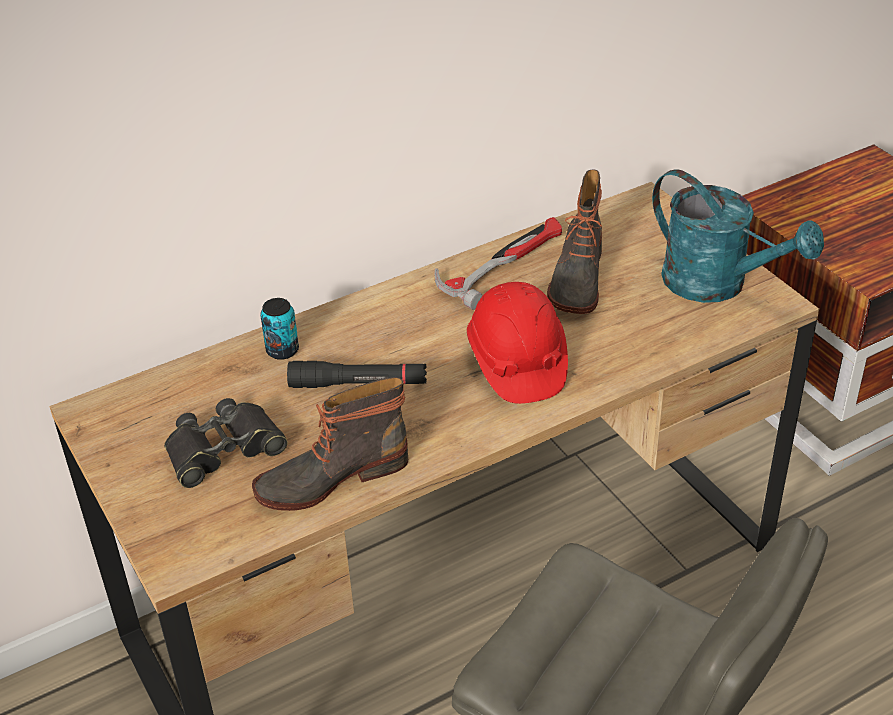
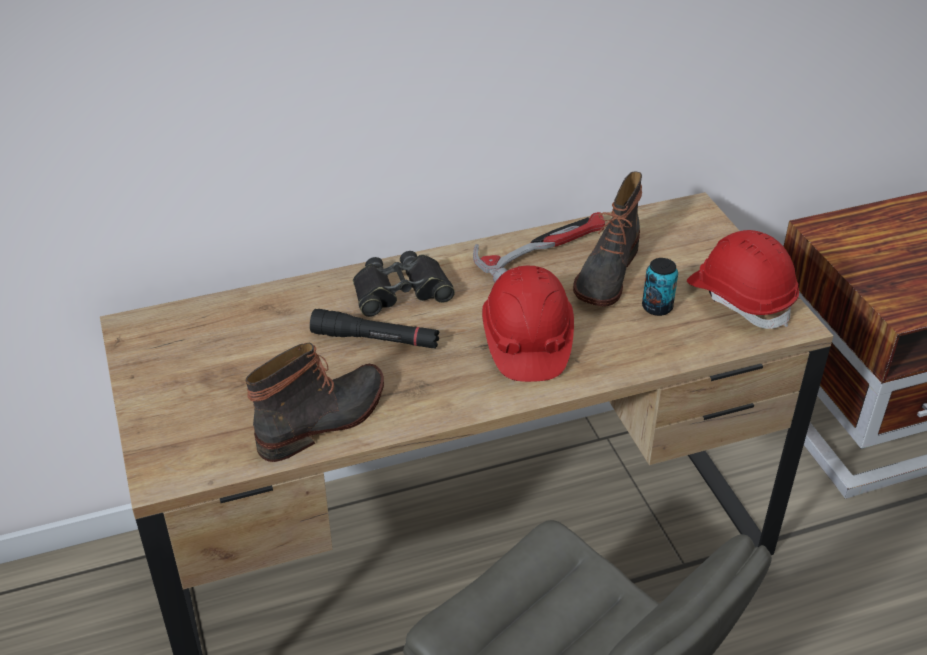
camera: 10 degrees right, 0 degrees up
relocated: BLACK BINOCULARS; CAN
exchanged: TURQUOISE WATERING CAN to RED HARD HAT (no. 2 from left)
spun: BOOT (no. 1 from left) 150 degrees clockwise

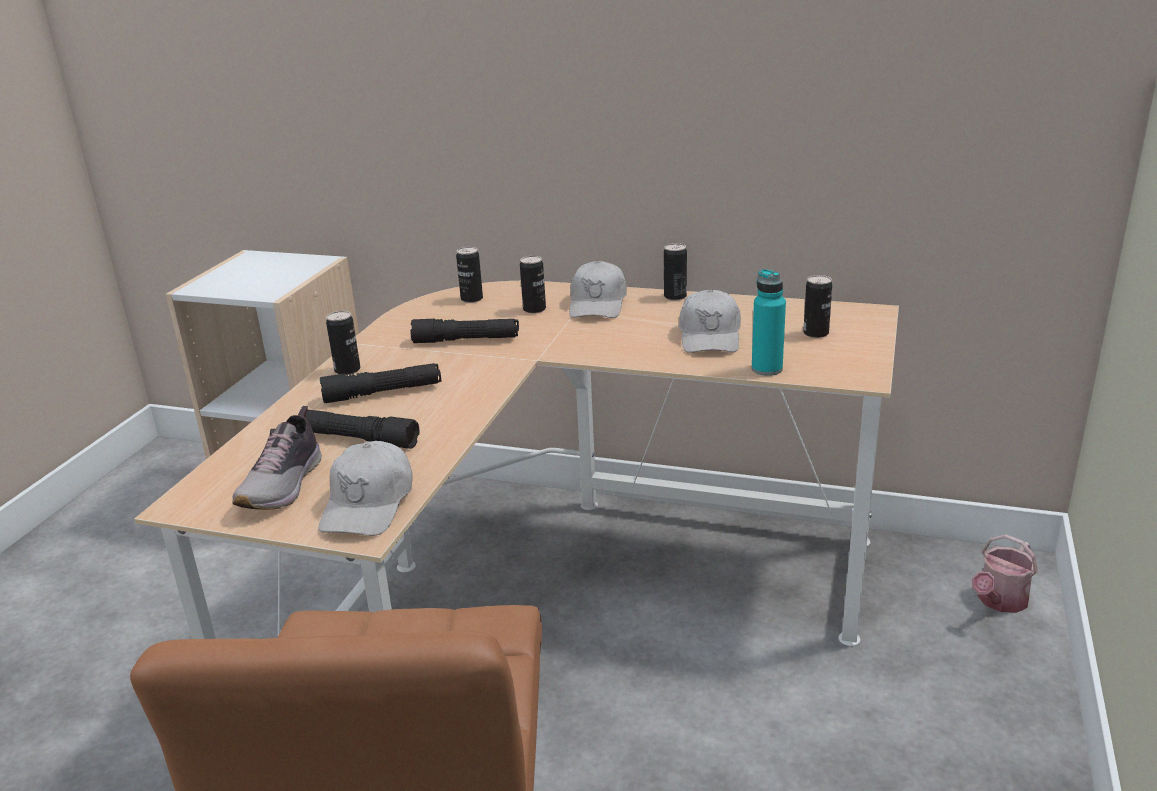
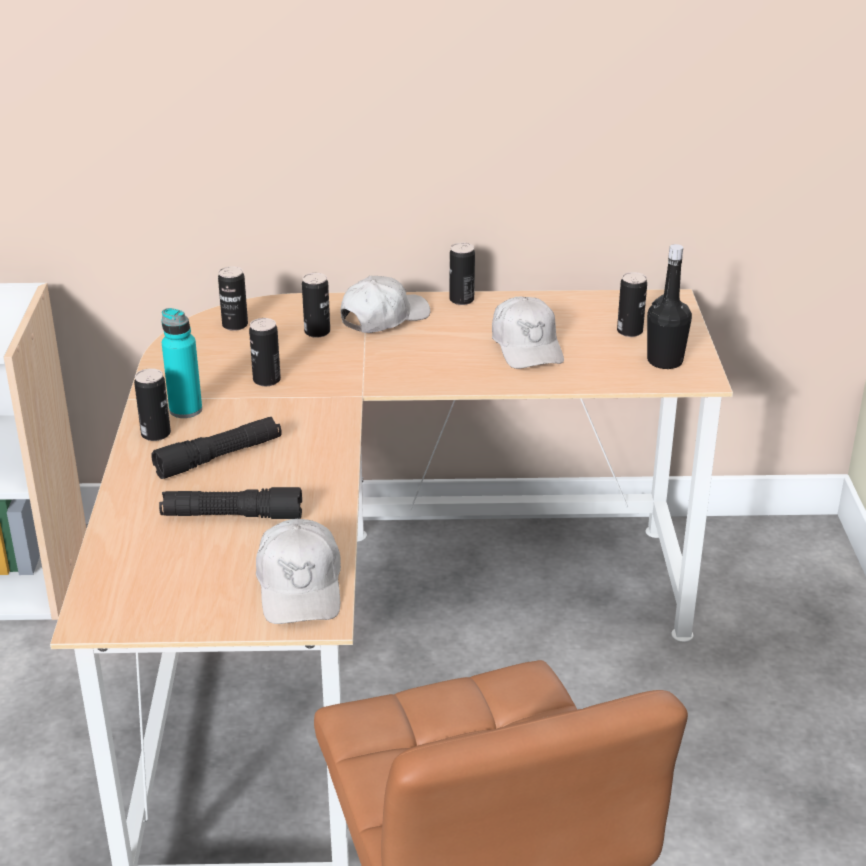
camera: 20 degrees left, 5 degrees up
missing: SHOE; WATERING CAN
appeared: BLACK BOTTLE
relocated: TURQUOISE BOTTLE
exchanged: BLACK FLASHLIGHT (no. 3 from left) to CAN (no. 3 from left)
spun: WHITE CAP (no. 2 from left) 120 degrees counterclockwise

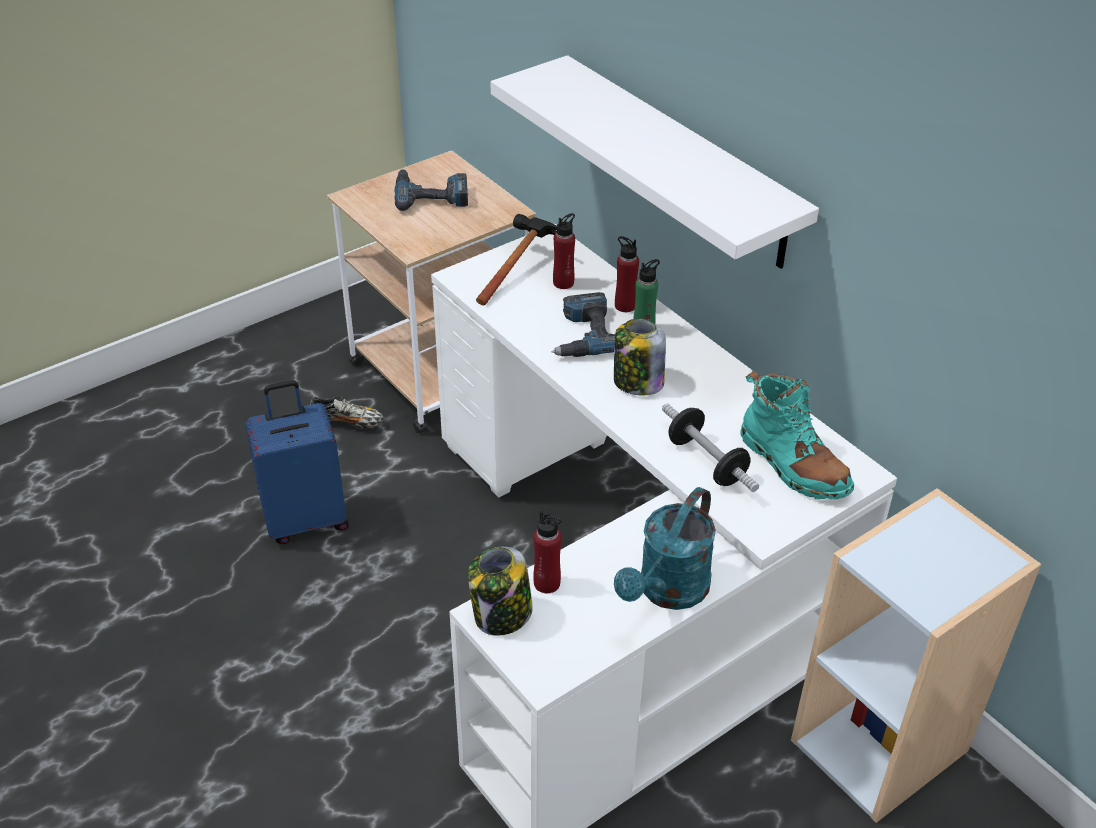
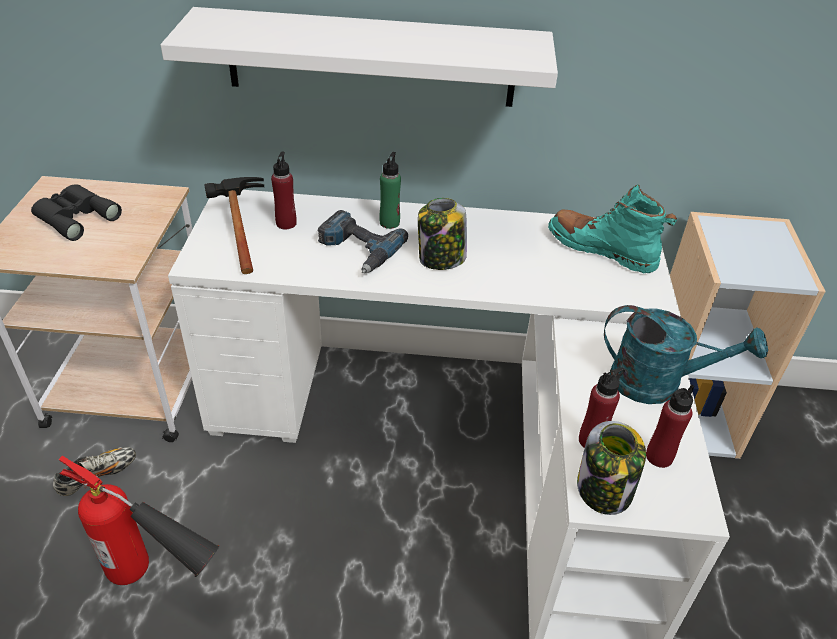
camera: 50 degrees left, 0 degrees up
missing: DUMBBELL
relocated: RED BOTTLE (no. 3 from left)
exchanged: BLUE SUITCASE to FIRE EXTINGUISHER; POWER DRILL (no. 1 from left) to BLACK BINOCULARS
spun: TURQUOISE WATERING CAN 60 degrees counterclockwise; TURQUOISE BOOT 150 degrees counterclockwise

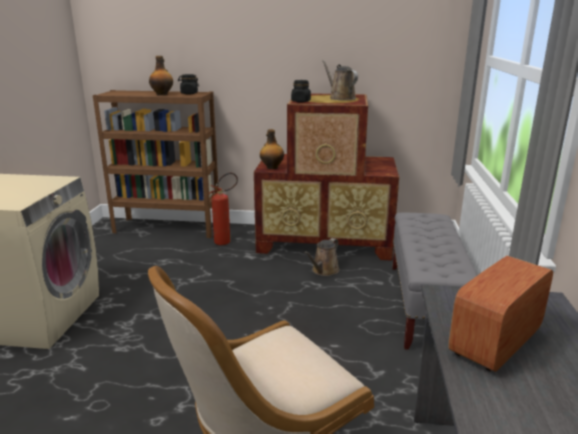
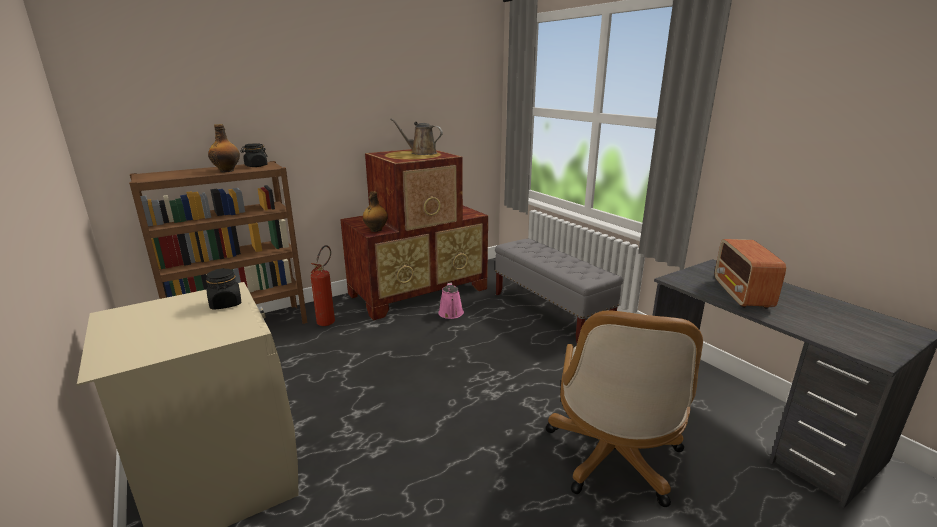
camera: 40 degrees left, 0 degrees up
relocated: BLACK JAR (no. 2 from left in the first image) to BLACK JAR (no. 1 from left)
colour: BROWN WATERING CAN (no. 1 from left) to PINK WATERING CAN

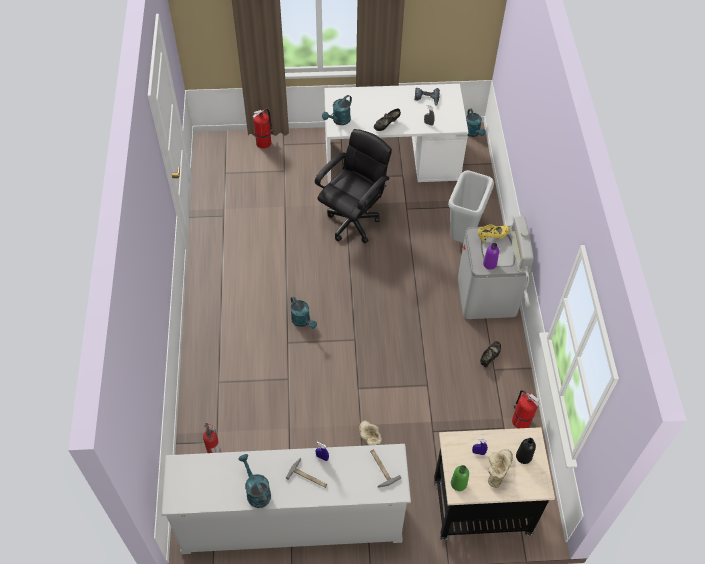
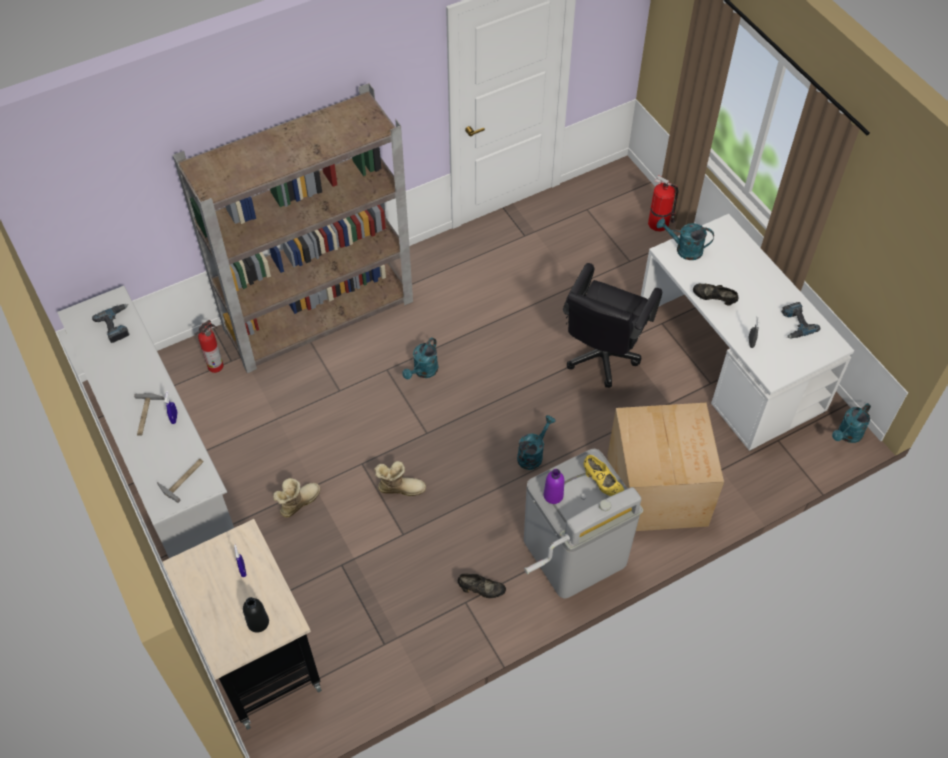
camera: 65 degrees right, 0 degrees up
missing: GREEN BOTTLE; FIRE EXTINGUISHER (no. 3 from left)
appeared: POWER DRILL (no. 1 from left); BROWN BOOKCASE
relocated: TURQUOISE WATERING CAN (no. 1 from left in the first image) to TURQUOISE WATERING CAN (no. 2 from left); BOOT (no. 2 from left)
exchanged: GREY TRASH CAN to CARDBOARD BOX
spun: BLACK OFFICE CHAIR 105 degrees clockwise

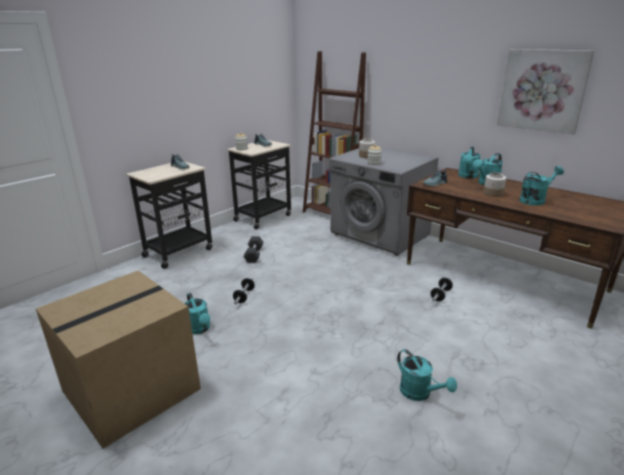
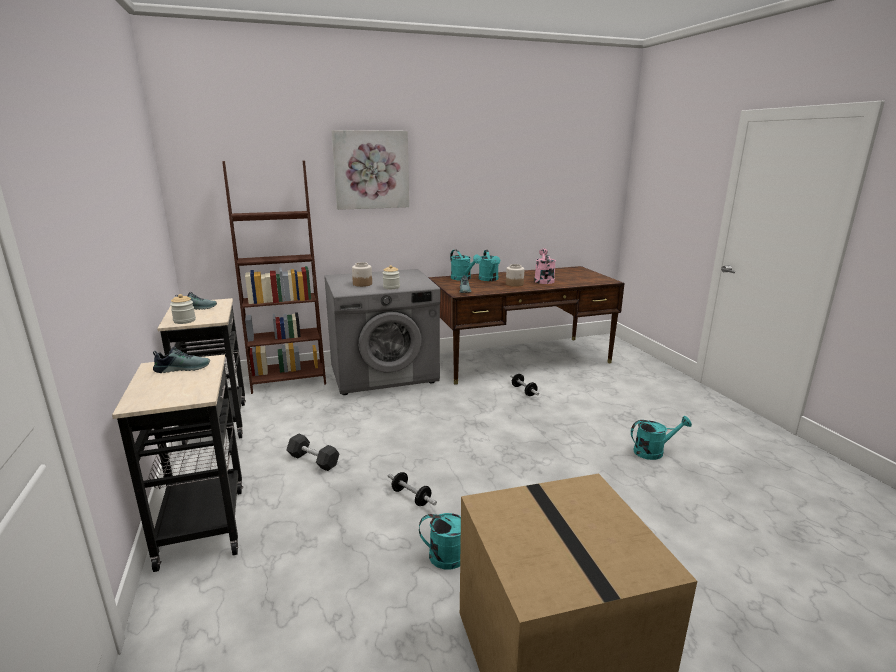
camera: 60 degrees left, 5 degrees down
relocated: PICTURE
colour: TURQUOISE WATERING CAN (no. 5 from left) to PINK WATERING CAN

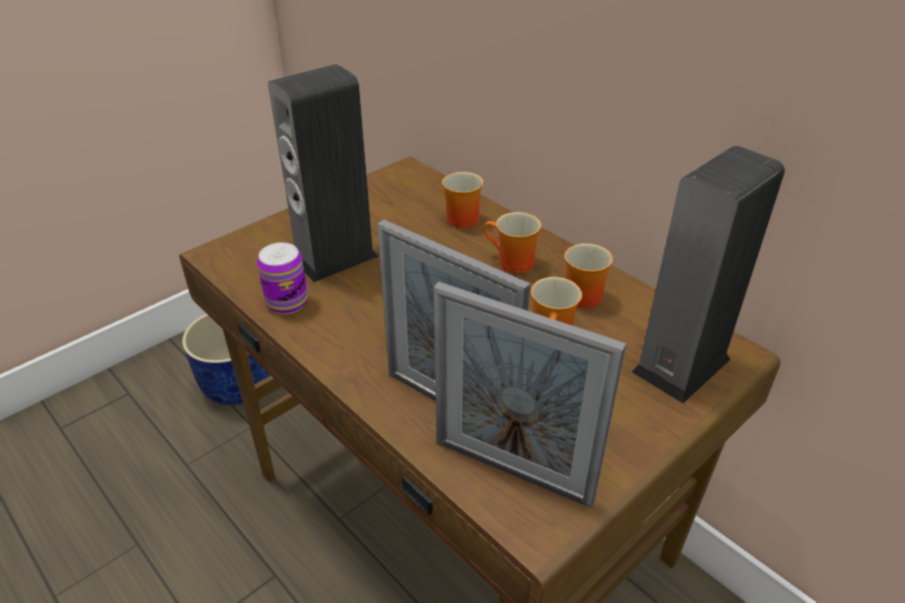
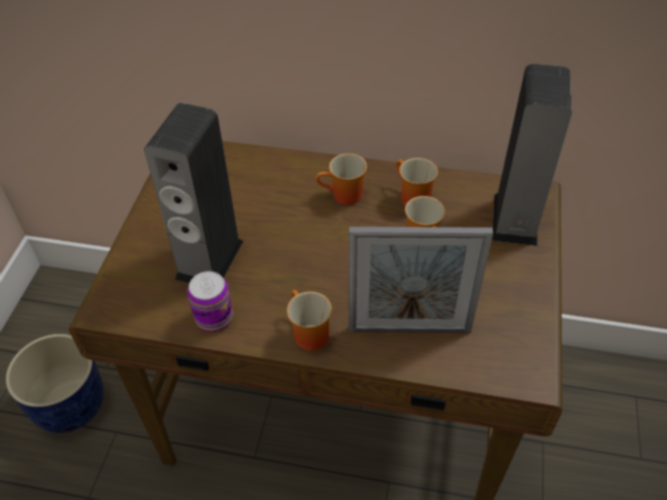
camera: 35 degrees left, 10 degrees up
missing: PICTURE FRAME (no. 2 from left)
relocated: MUG (no. 1 from left)

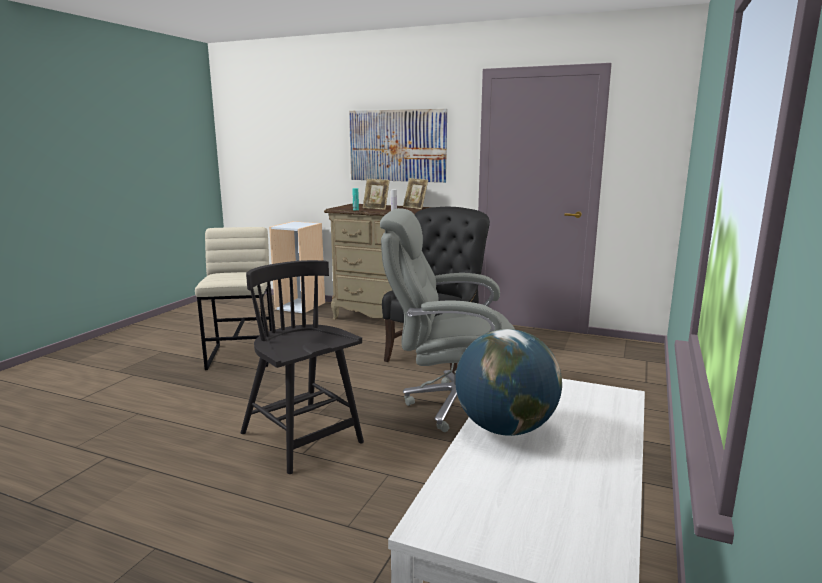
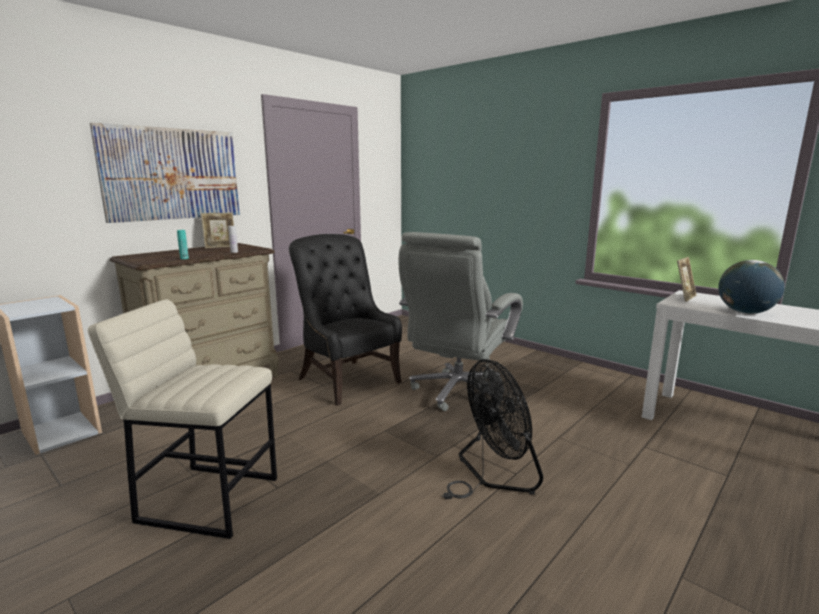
camera: 70 degrees left, 0 degrees up
relocated: PICTURE FRAME (no. 1 from left in the first image) to PICTURE FRAME (no. 2 from left)
exchanged: BLACK CHAIR (no. 1 from left) to BLACK FAN

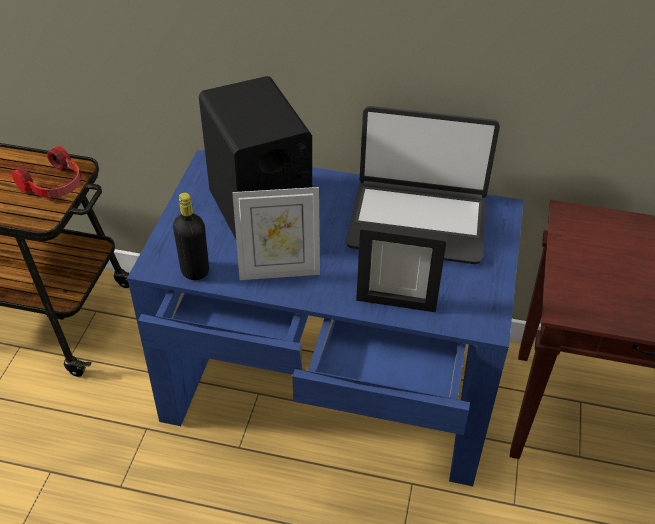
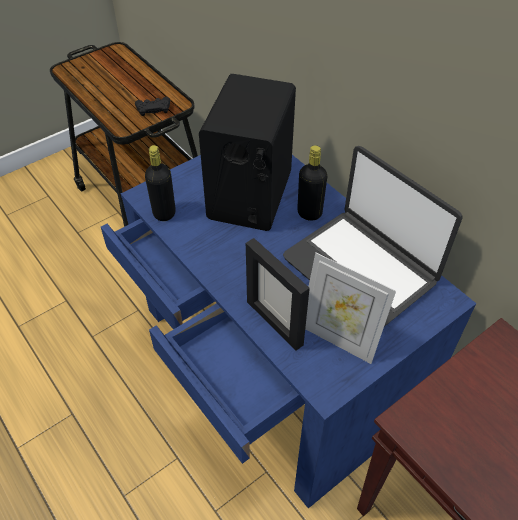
camera: 40 degrees right, 5 degrees up
appeared: BLACK BOTTLE (no. 2 from left)
relocated: PICTURE FRAME (no. 1 from left in the first image) to PICTURE FRAME (no. 2 from left)
exchanged: HEADPHONES to BLACK GAME CONTROLLER

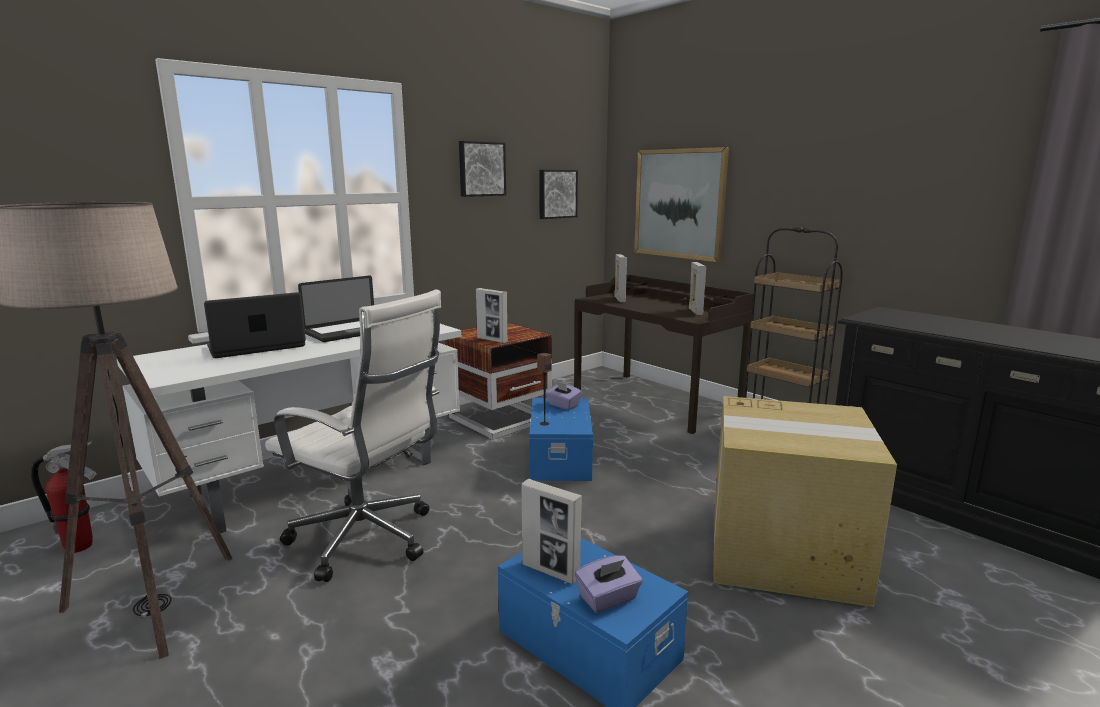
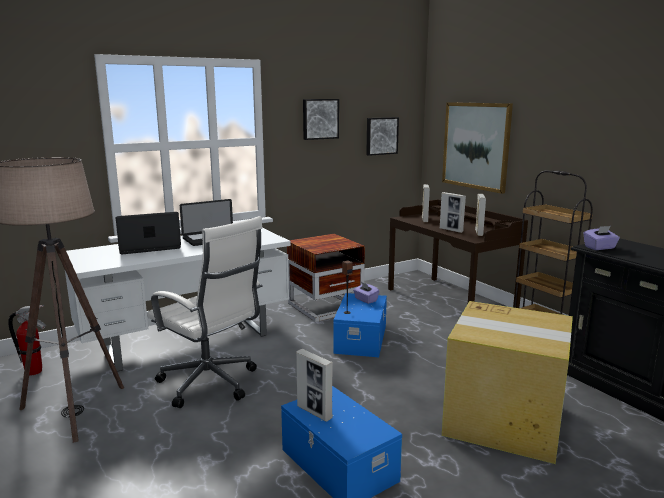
camera: 10 degrees right, 0 degrees up
relocated: PICTURE FRAME (no. 1 from left in the first image) to PICTURE FRAME (no. 3 from left); PURPLE TISSUE BOX (no. 2 from left)

